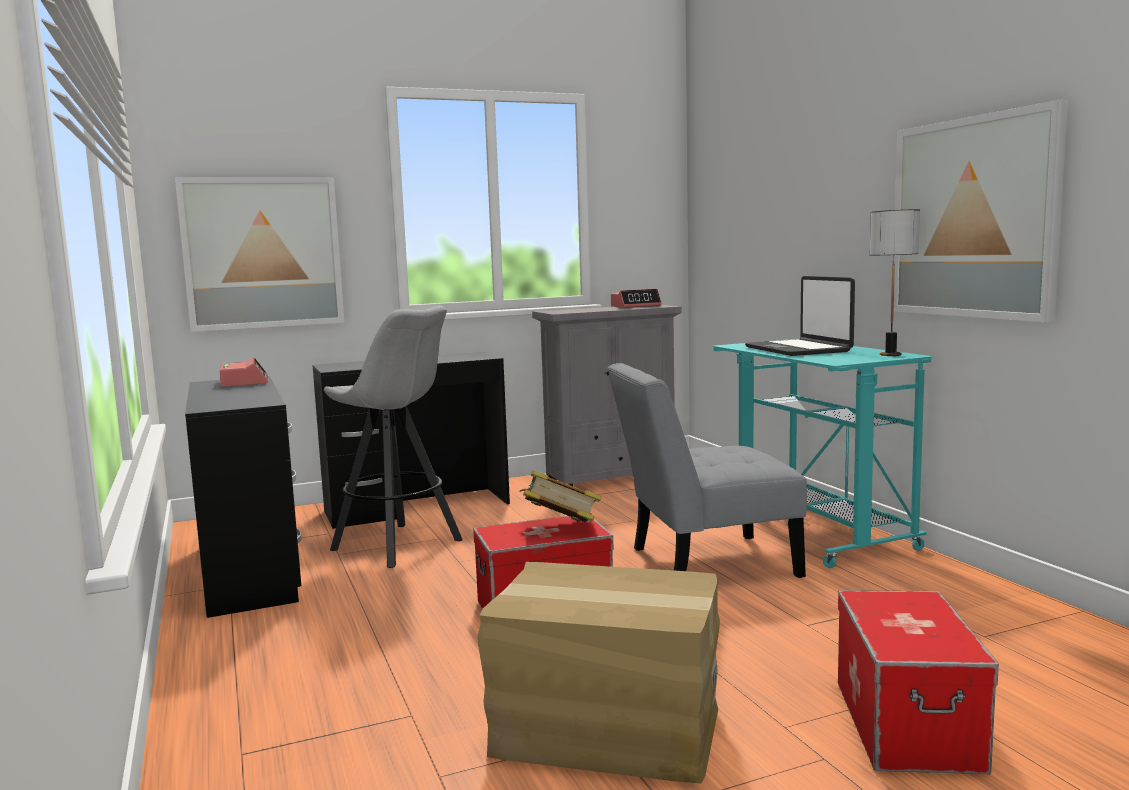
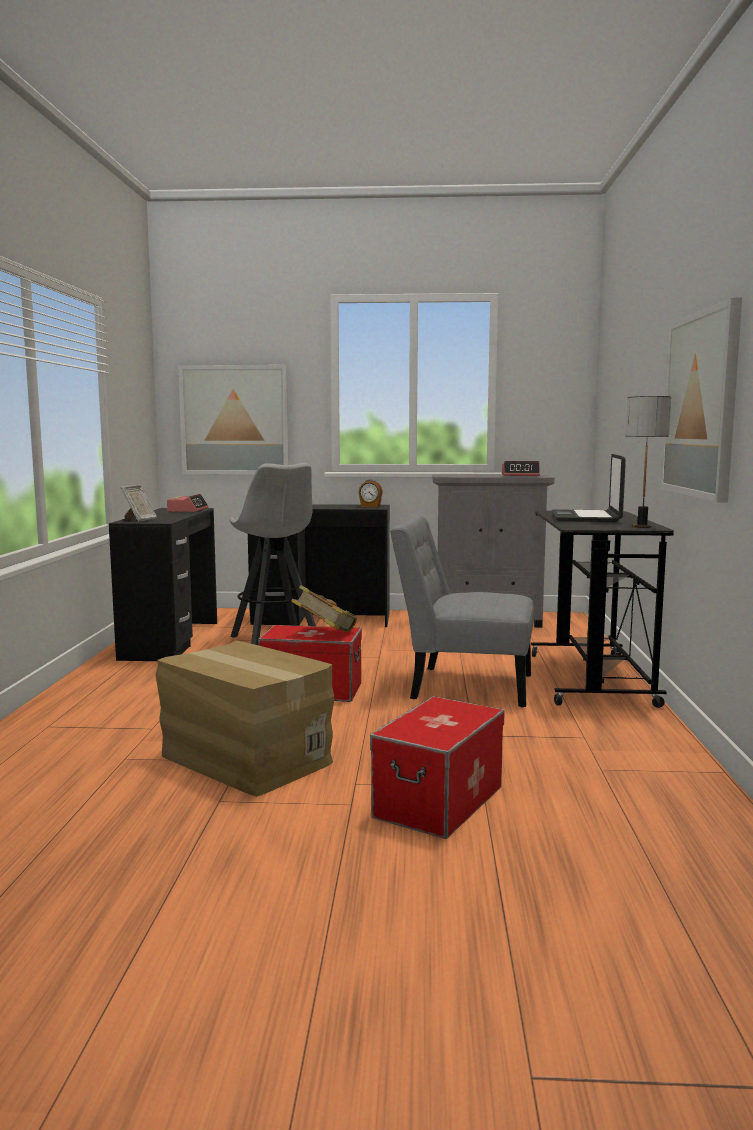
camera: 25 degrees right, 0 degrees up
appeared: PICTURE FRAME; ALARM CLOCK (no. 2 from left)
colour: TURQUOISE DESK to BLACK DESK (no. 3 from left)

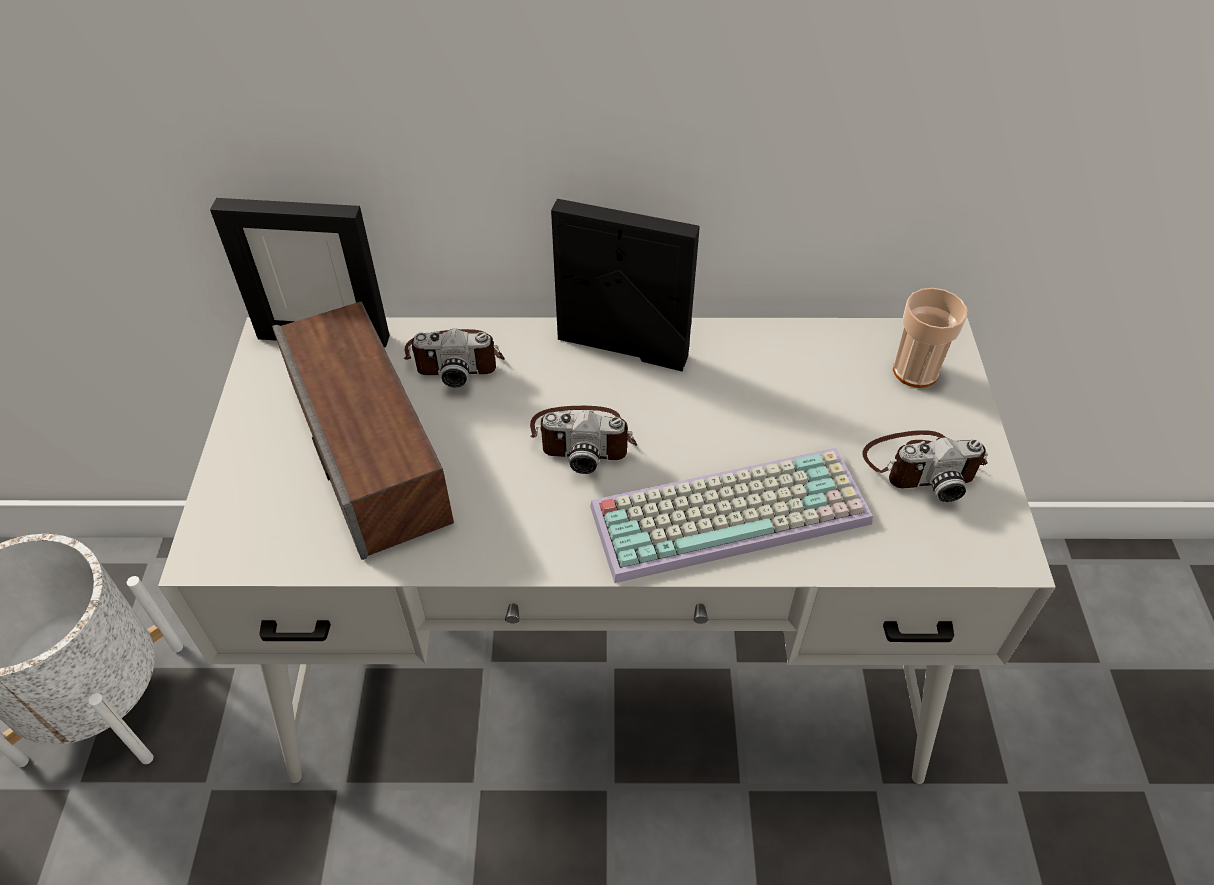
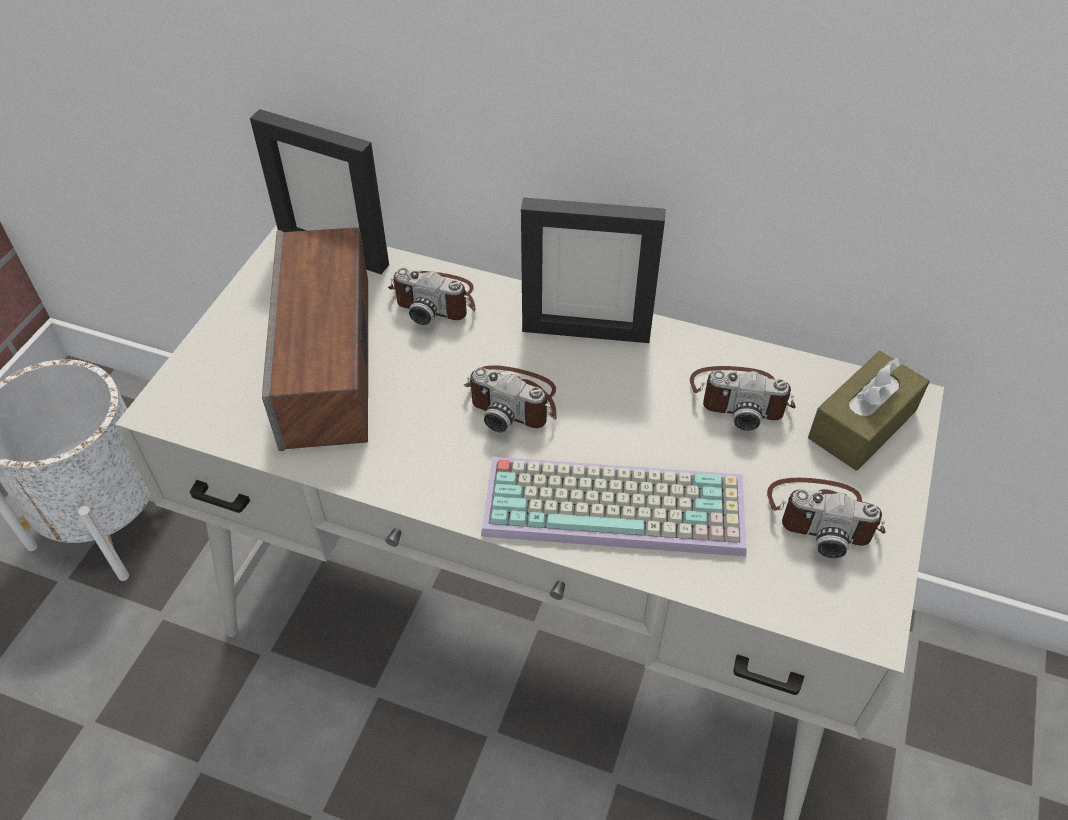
camera: 20 degrees right, 0 degrees up
appeared: PHOTO CAMERA (no. 3 from left)
exchanged: CUP to BROWN TISSUE BOX
spun: PICTURE FRAME (no. 2 from left) 150 degrees clockwise

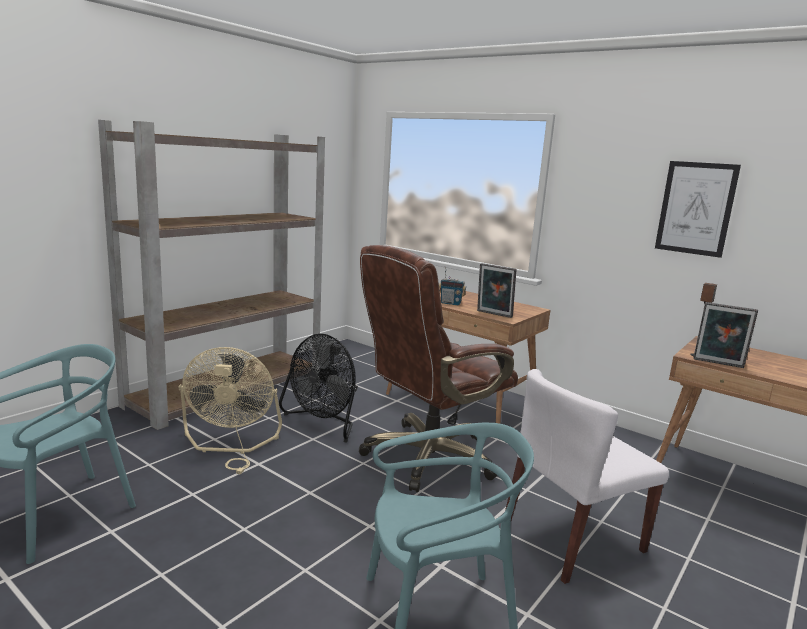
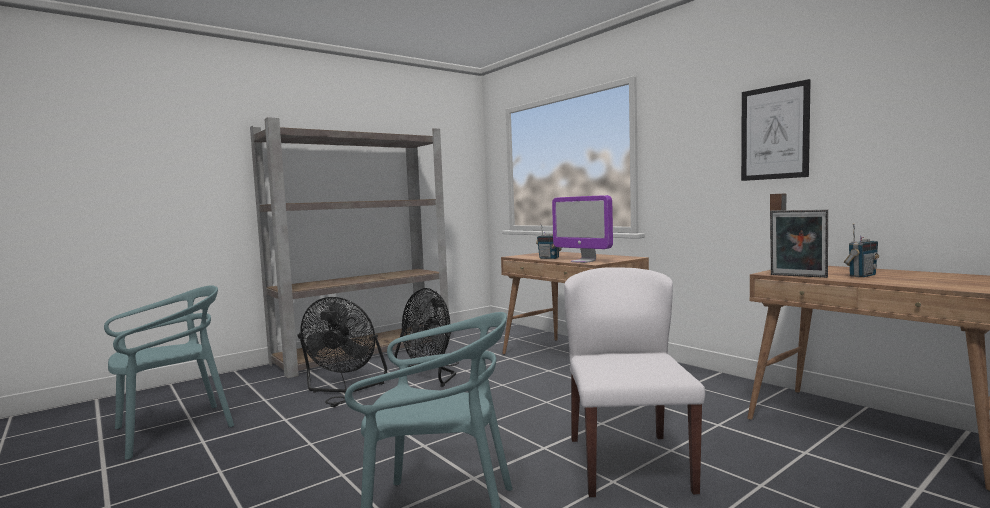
camera: 15 degrees right, 10 degrees down
missing: BROWN OFFICE CHAIR
appeared: RADIO (no. 2 from left)
exchanged: PICTURE FRAME (no. 1 from left) to MONITOR
colour: BEIGE FAN to BLACK FAN (no. 1 from left)
spun: WHITE CHAIR 105 degrees clockwise

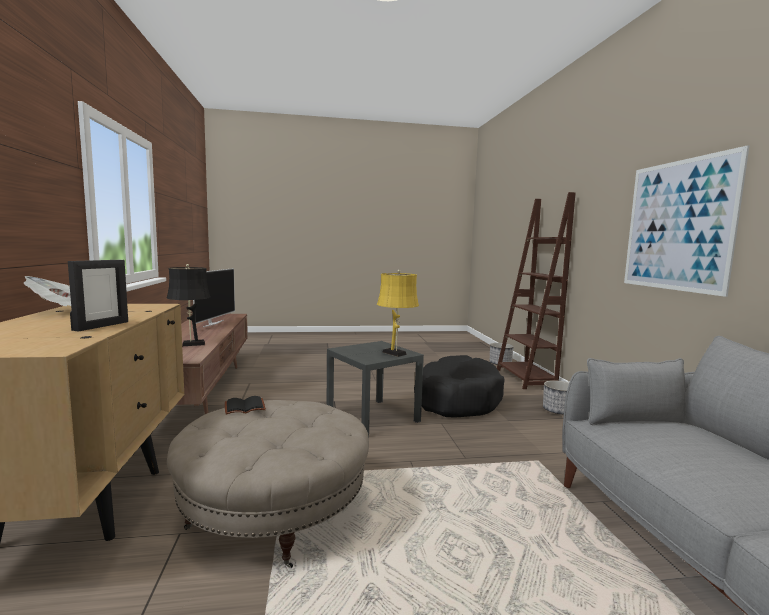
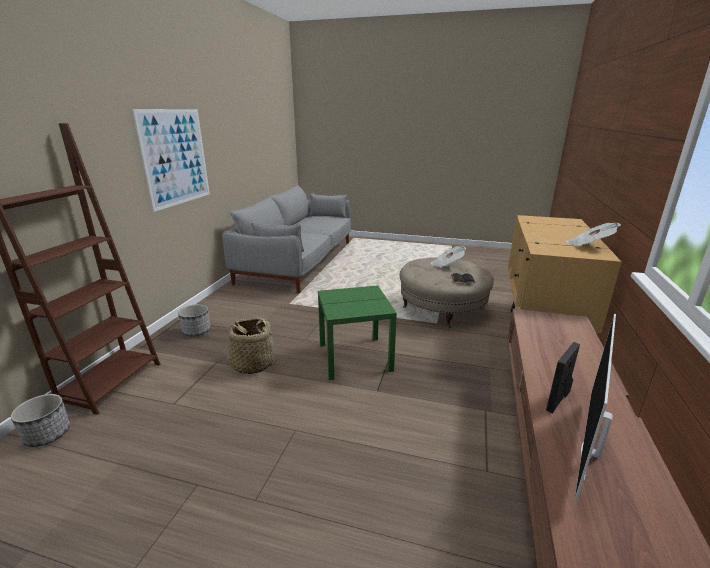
camera: 155 degrees left, 15 degrees up
missing: BLACK TABLE LAMP; YELLOW TABLE LAMP
appeared: NEWSPAPER (no. 1 from left)
relocated: PICTURE FRAME
exchanged: BLACK DOG BED to BASKET
colour: GREY SIDE TABLE to GREEN SIDE TABLE

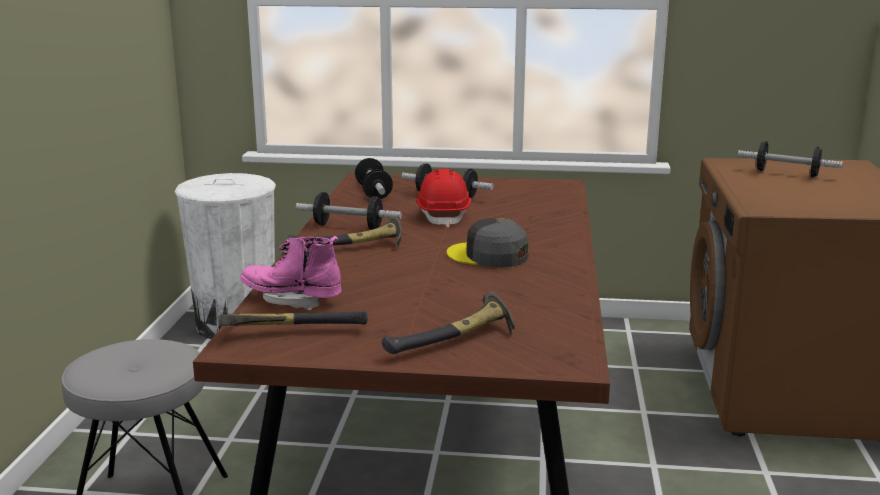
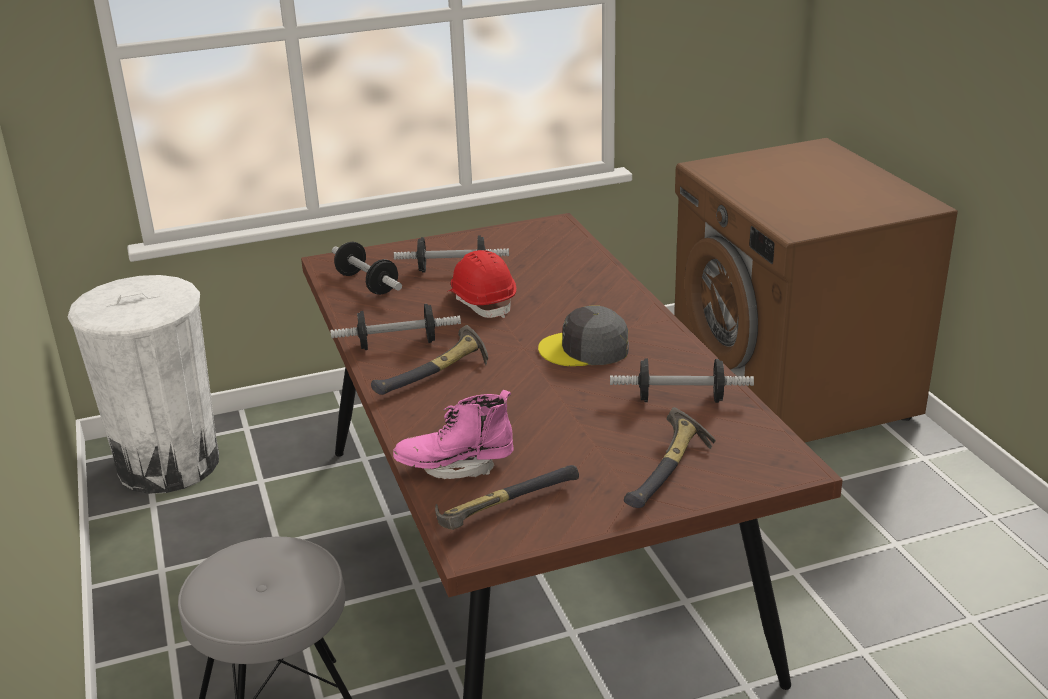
camera: 25 degrees left, 10 degrees up
relocated: DUMBBELL (no. 4 from left)

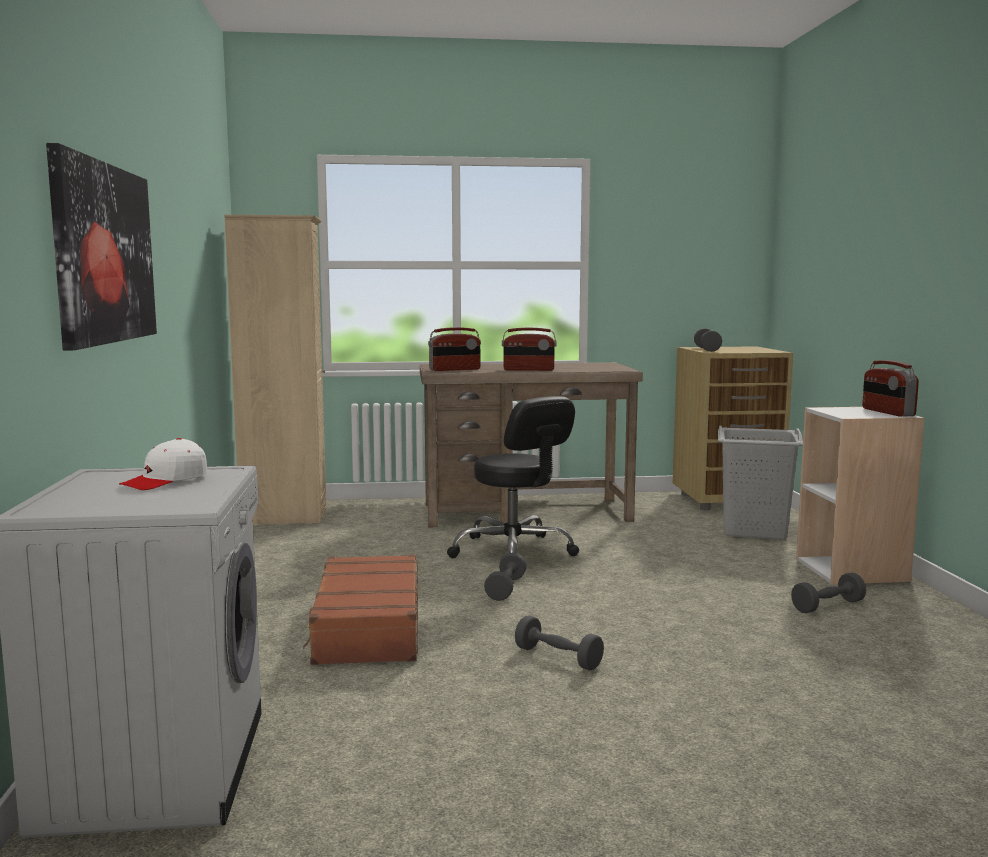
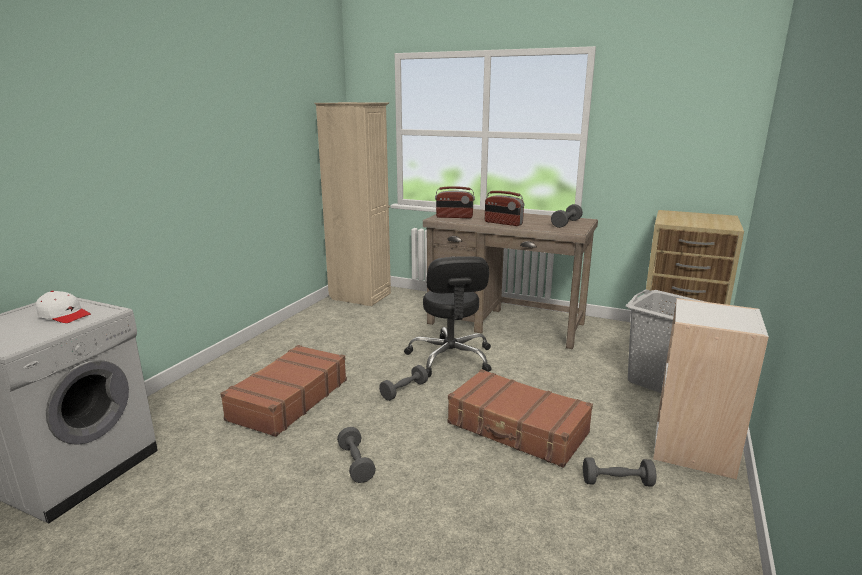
camera: 30 degrees right, 10 degrees up
missing: PICTURE; RADIO (no. 3 from left)
appeared: BROWN SUITCASE (no. 2 from left)
relocated: GREY DUMBBELL (no. 3 from left)
spun: WHITE CAP 135 degrees counterclockwise

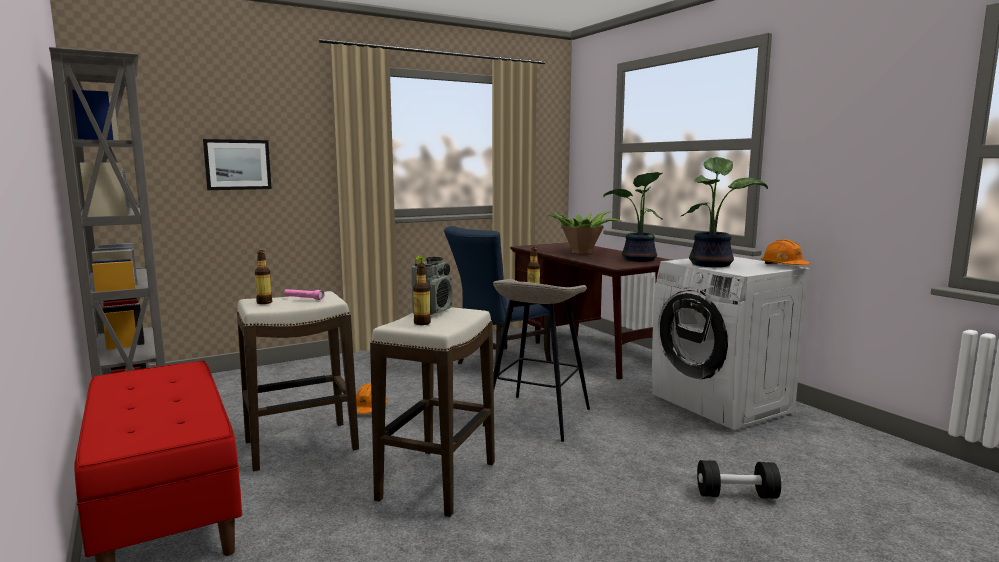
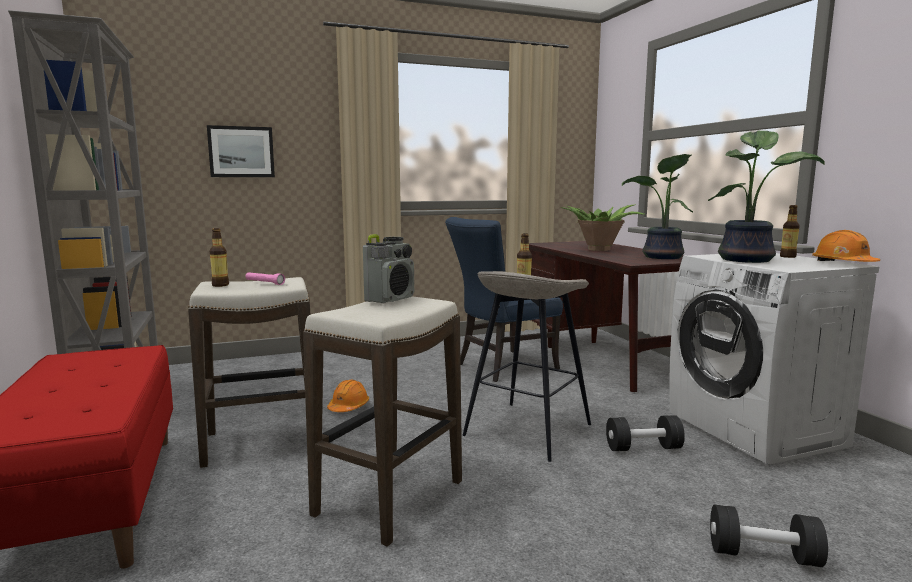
camera: 10 degrees right, 0 degrees up
appeared: BLACK DUMBBELL (no. 1 from left)
relocated: BOTTLE (no. 2 from left in the first image) to BOTTLE (no. 3 from left)

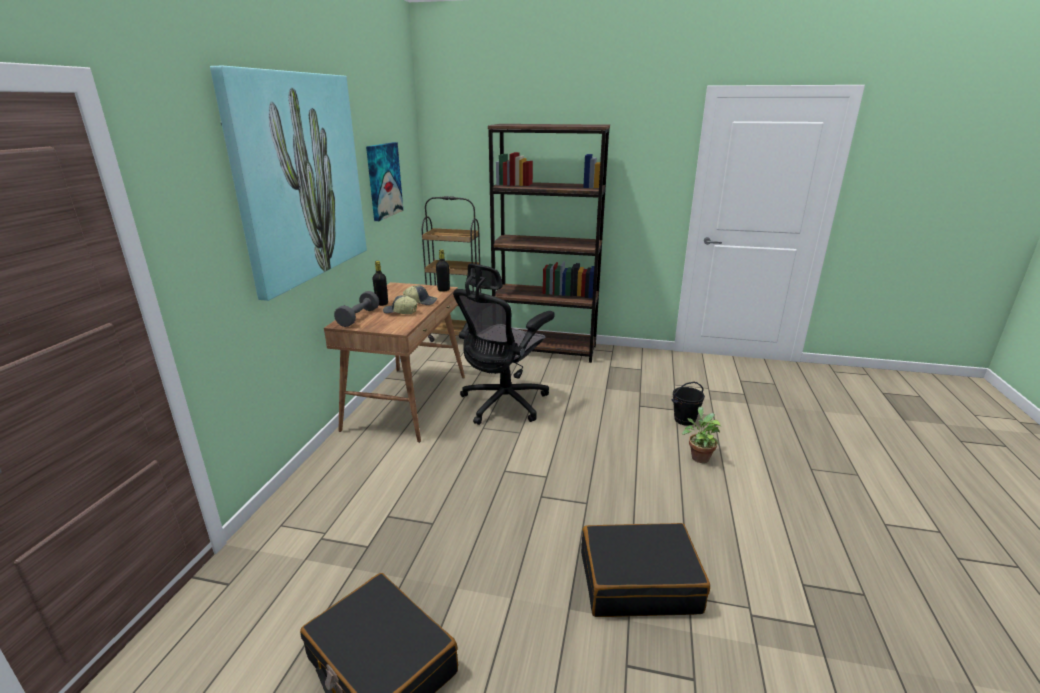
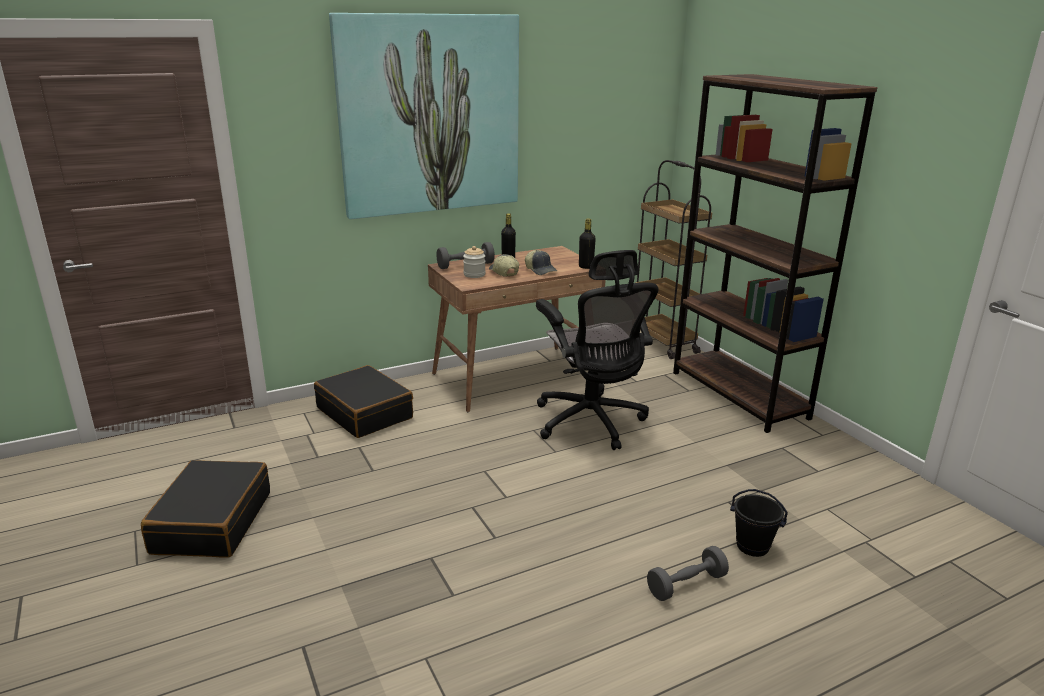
camera: 50 degrees right, 0 degrees up
missing: PICTURE (no. 2 from left)
appeared: JAR
relocated: BLACK SUITCASE (no. 2 from left)
exchanged: POTTED PLANT to GREY DUMBBELL (no. 2 from left)
spun: OFFICE CHAIR 105 degrees counterclockwise

